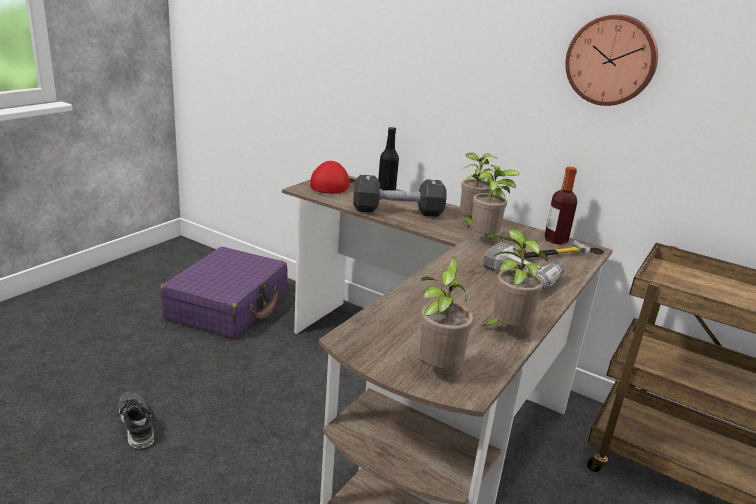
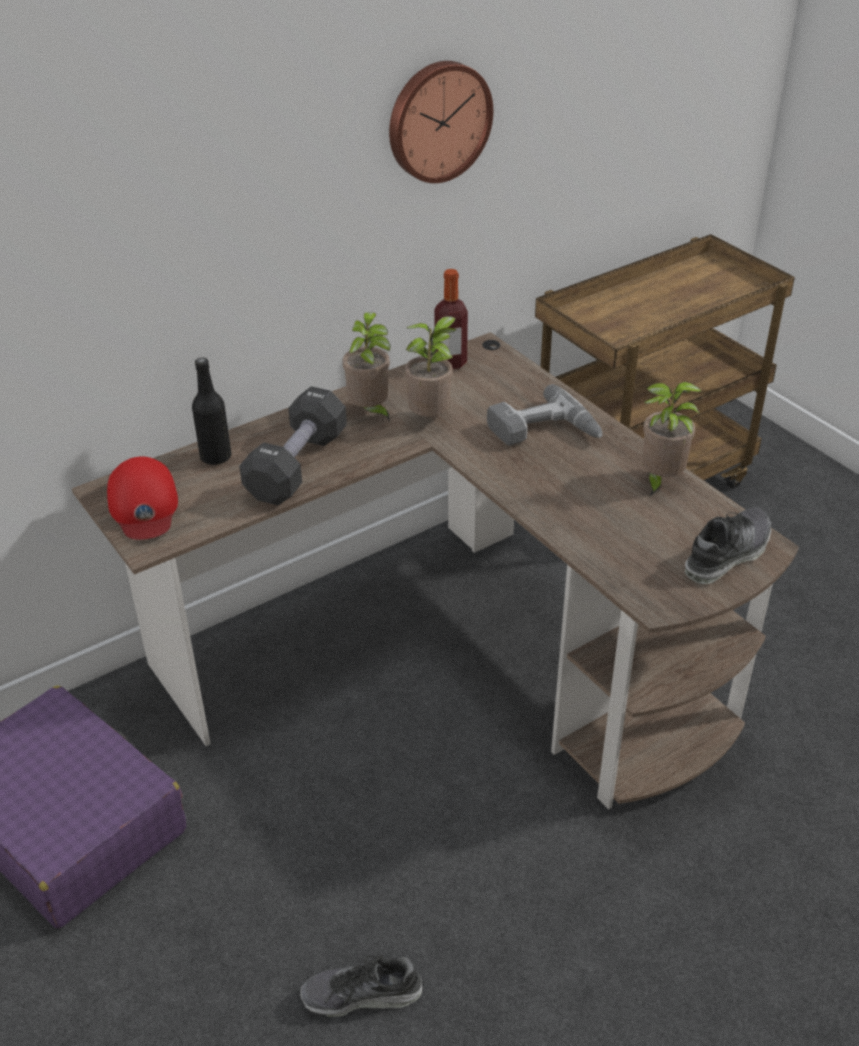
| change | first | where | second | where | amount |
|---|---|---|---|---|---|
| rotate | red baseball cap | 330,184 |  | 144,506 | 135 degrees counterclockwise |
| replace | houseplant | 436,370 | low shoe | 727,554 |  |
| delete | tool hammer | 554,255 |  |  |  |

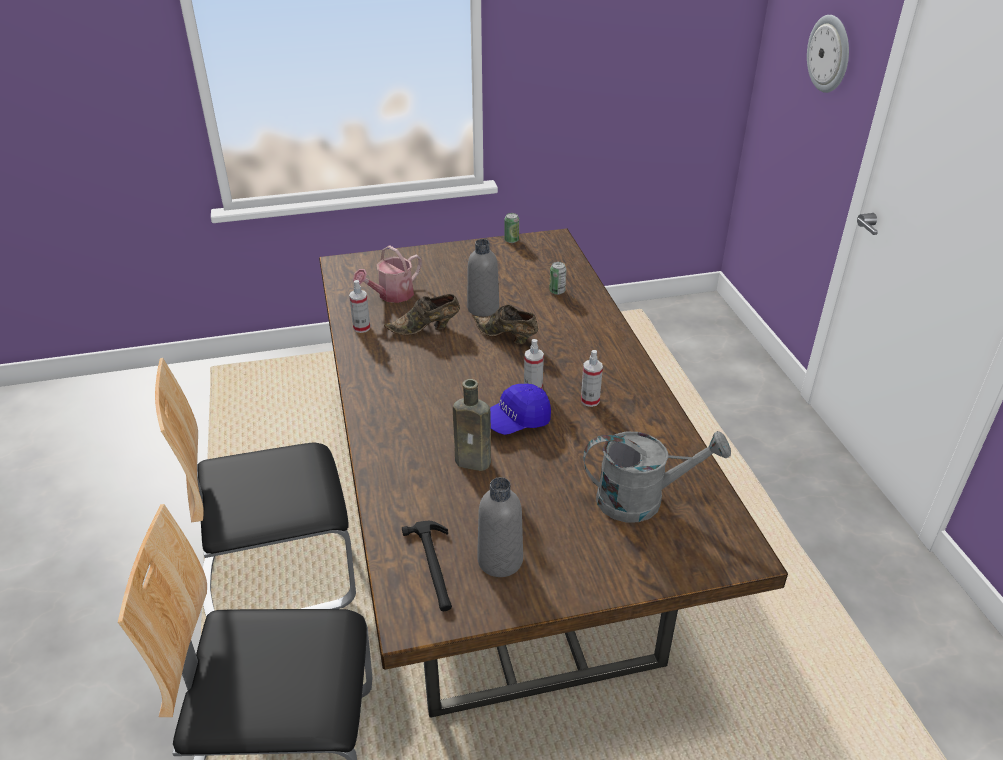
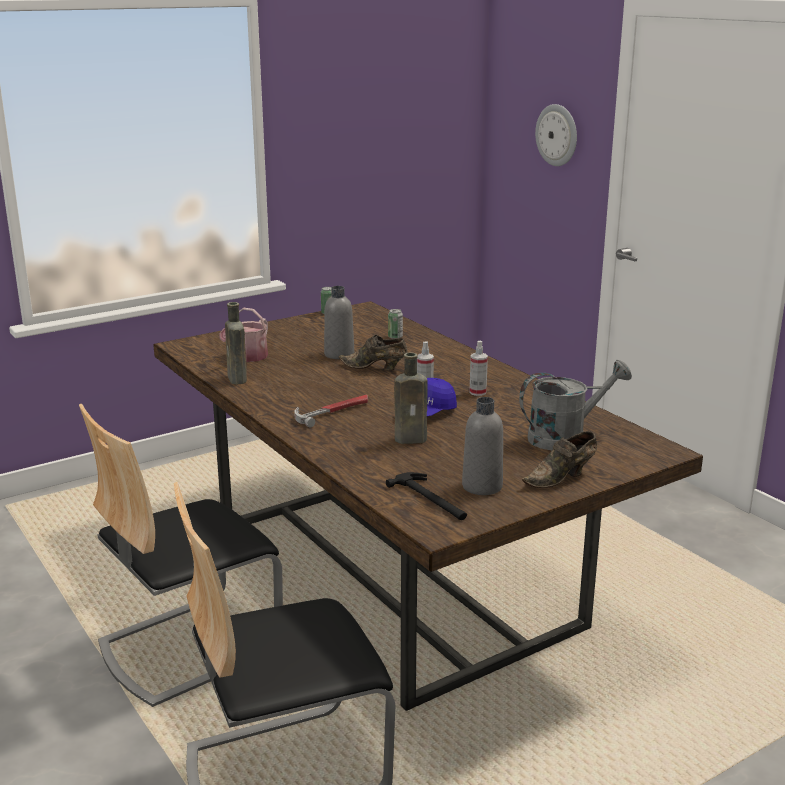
| change | first | where | second | where | amount |
|---|---|---|---|---|---|
| replace | sprayer | 361,328 | brown beverage bottle | 237,380 |  |
| move | brown low shoe | 426,329 |  | 561,478 |  |
| insert |  |  | tool hammer | 332,412 |  |

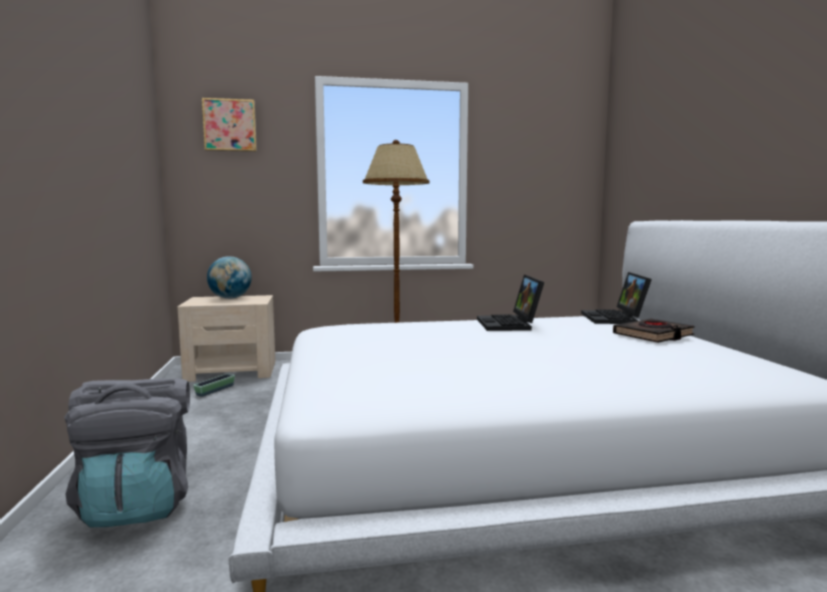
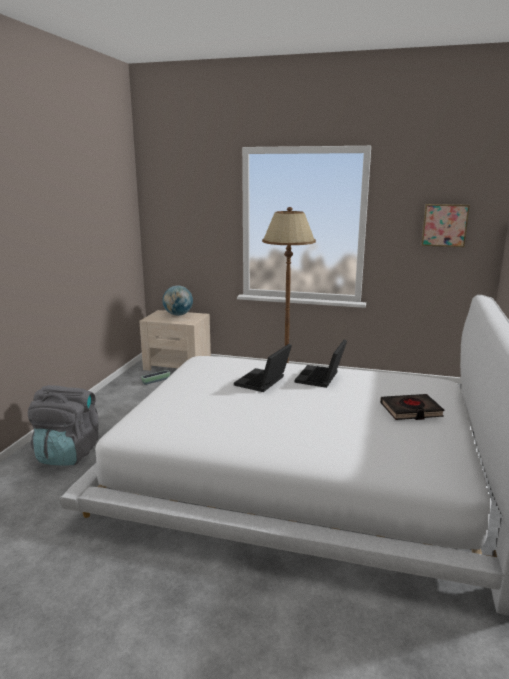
| change | first | where | second | where | amount |
|---|---|---|---|---|---|
| move | picture | 230,125 |  | 444,225 |  |
| move | laptop | 615,319 |  | 263,382 |  |

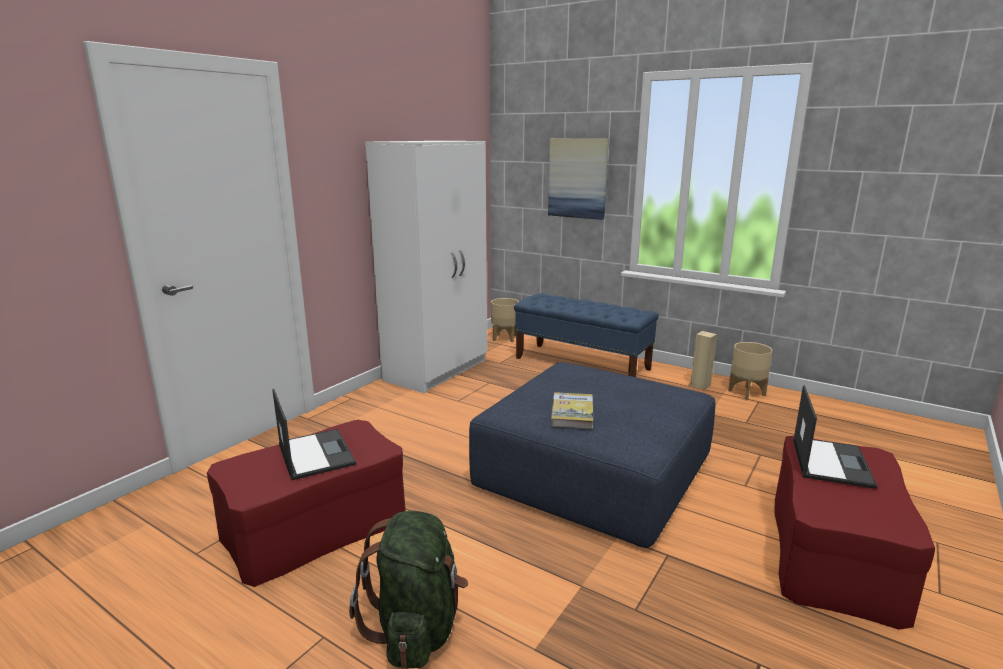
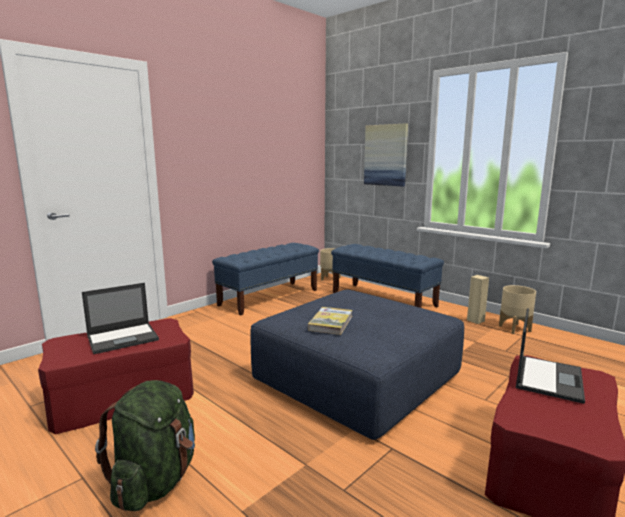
| change | first | where | second | where | amount |
|---|---|---|---|---|---|
| rotate | laptop | 315,454 |  | 123,338 | 75 degrees clockwise |
| replace | white armoire | 438,370 | blue indoor bench | 269,297 |  |

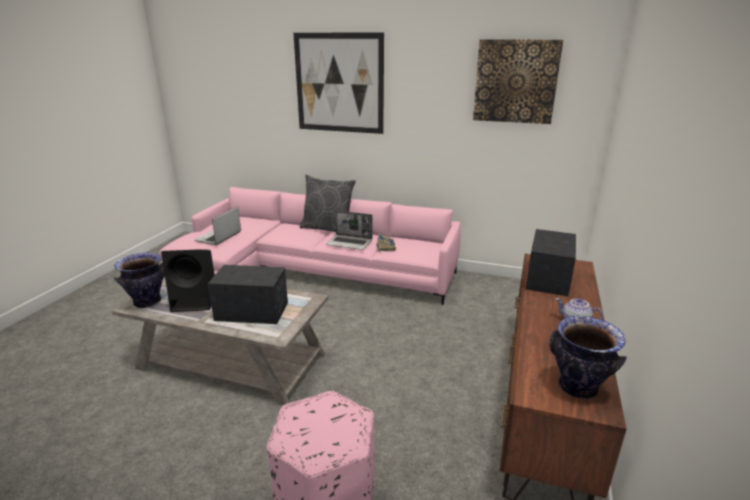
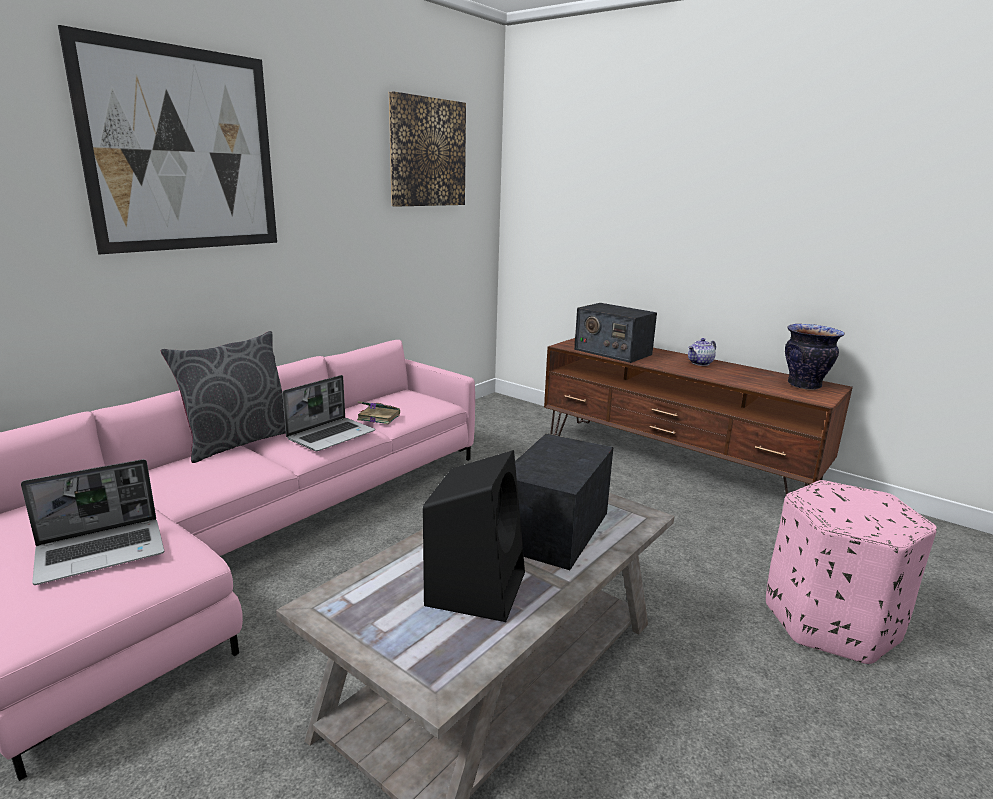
| change | first | where | second | where | amount |
|---|---|---|---|---|---|
| delete | decorative vase | 147,302 |  |  |  |
| rotate | laptop | 218,237 |  | 102,552 | 75 degrees counterclockwise |

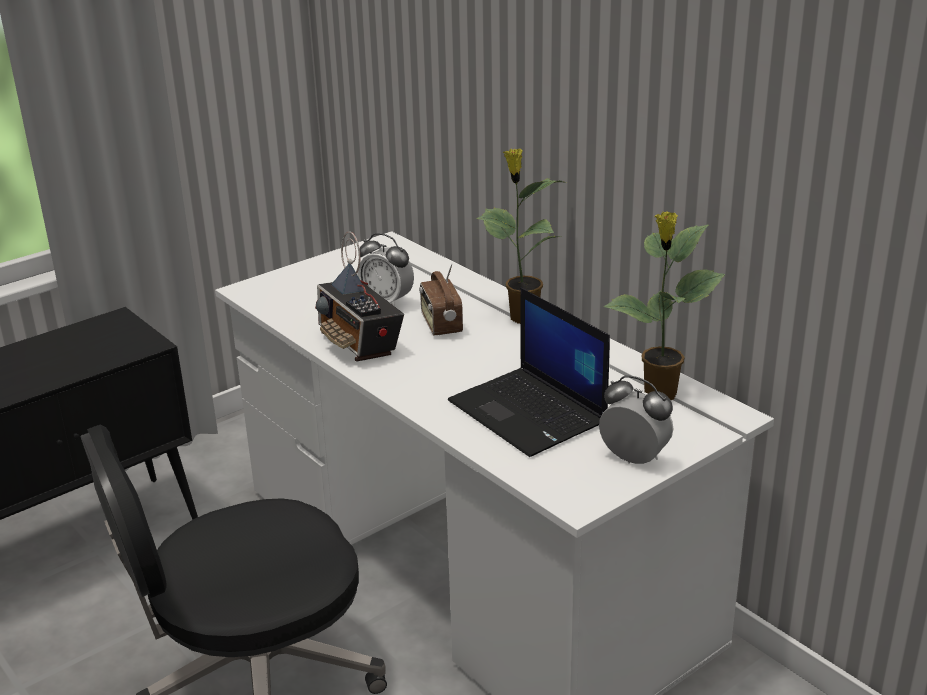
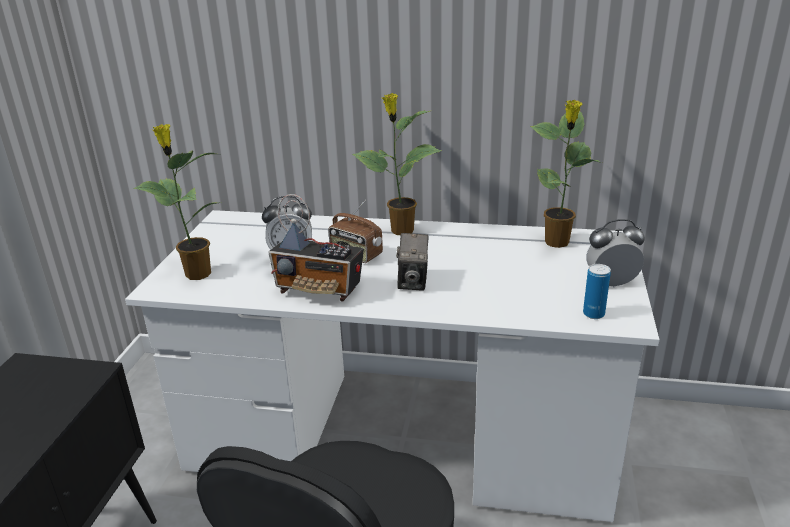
| change | first | where | second | where | amount |
|---|---|---|---|---|---|
| delete | laptop | 530,412 |  |  |  |
| insert |  |  | houseplant | 196,273 |  |
| insert |  |  | still camera | 413,282 |  |
| insert |  |  | can | 593,314 |  |

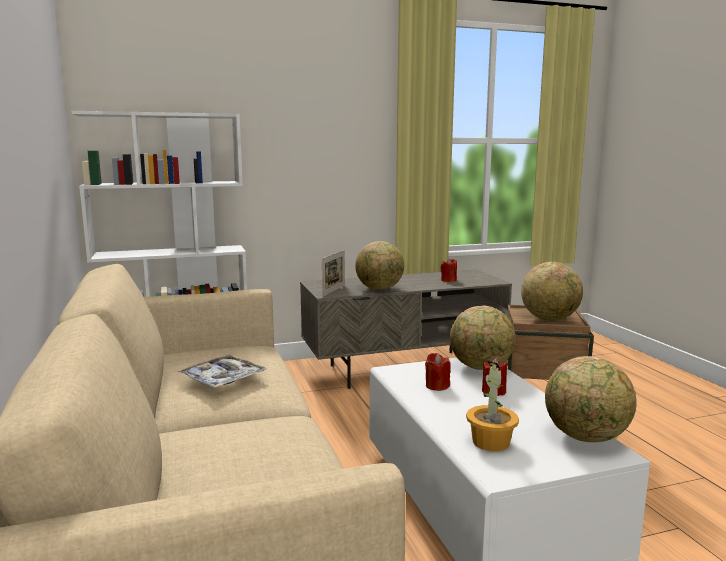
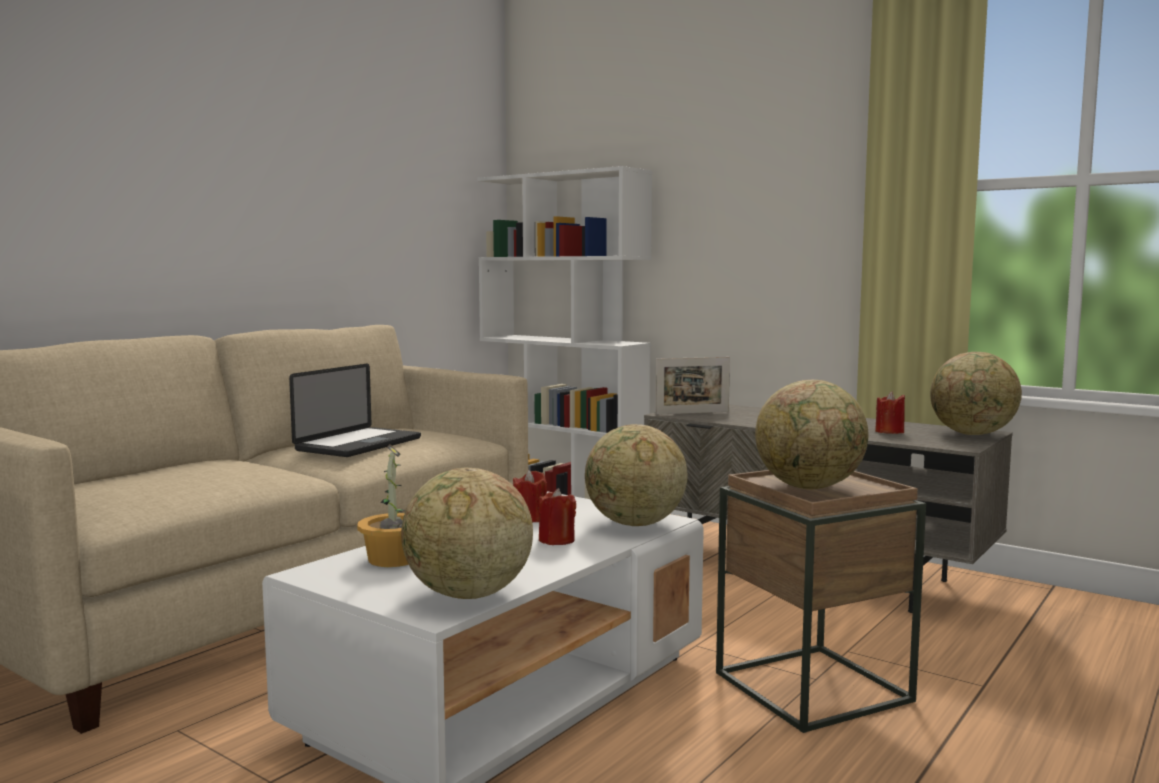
| change | first | where | second | where | amount |
|---|---|---|---|---|---|
| replace | serving tray | 223,379 | laptop | 359,444 |  |
| move | desk globe | 379,289 |  | 973,434 |  |

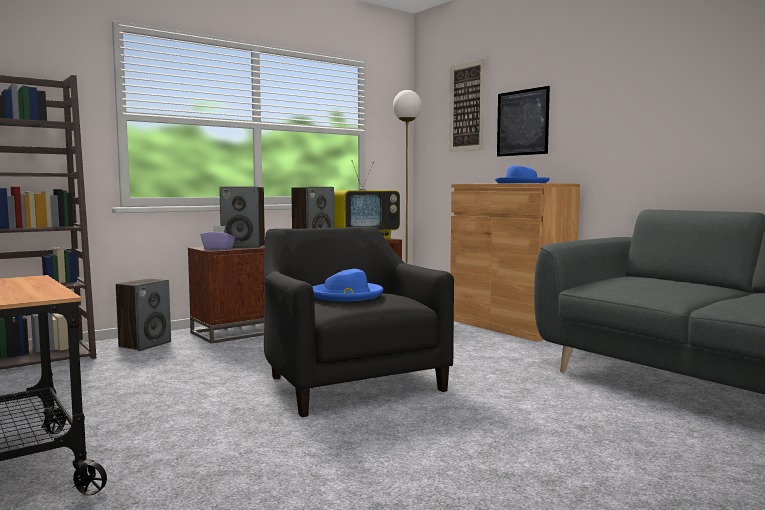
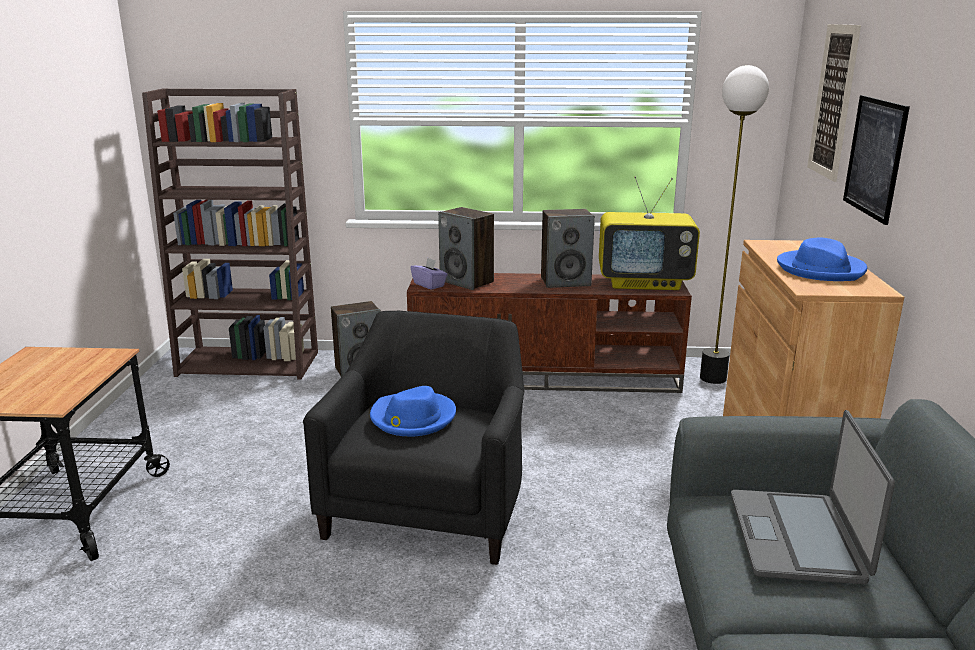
| change | first | where | second | where | amount |
|---|---|---|---|---|---|
| insert |  |  | laptop | 798,537 |  |

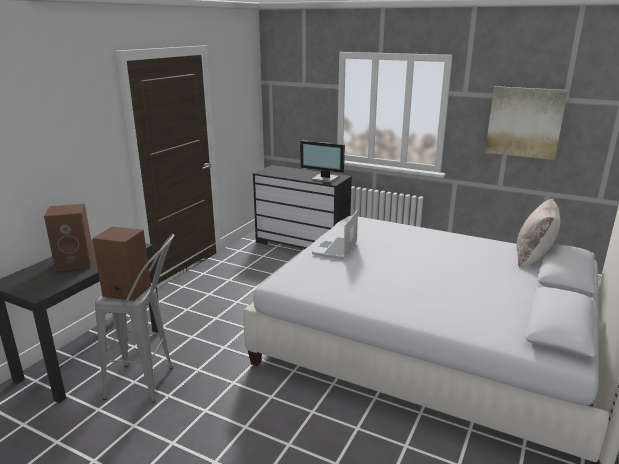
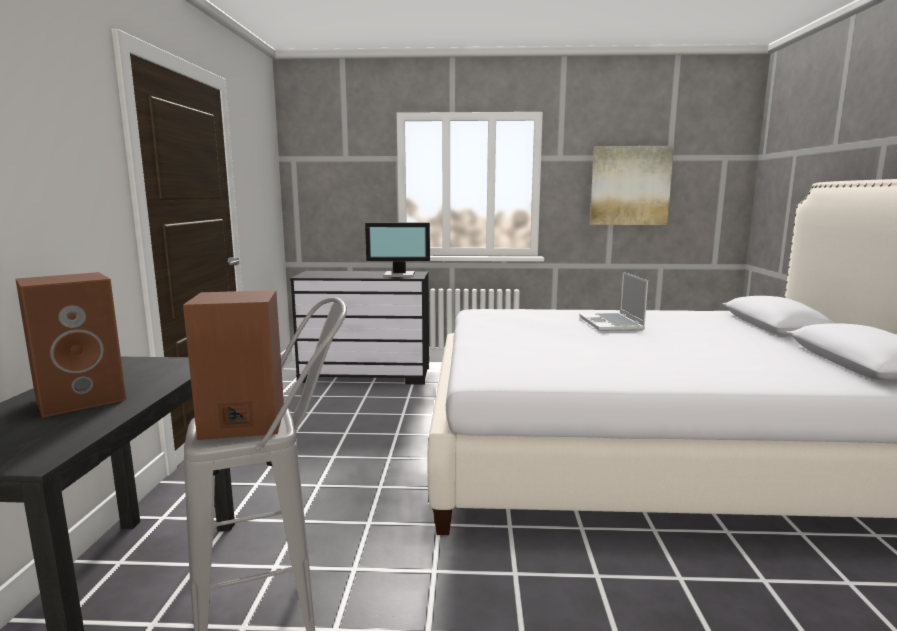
| change | first | where | second | where | amount |
|---|---|---|---|---|---|
| move | laptop | 335,249 |  | 612,324 |  |
| delete | sand-coloured pillow | 533,258 |  |  |  |

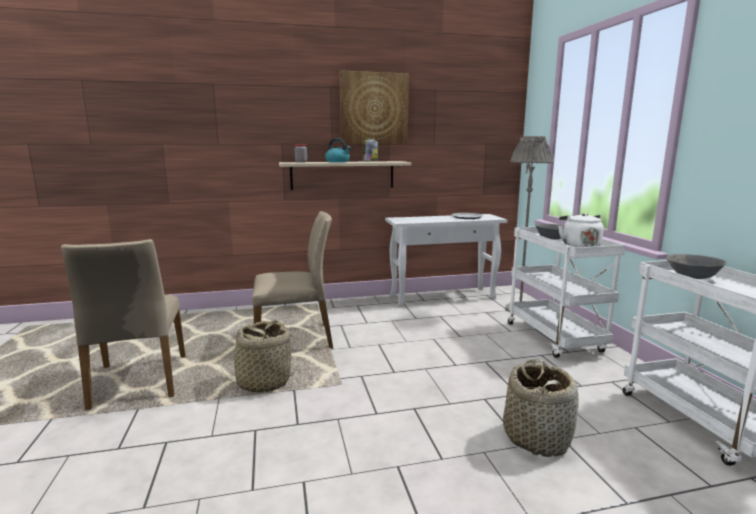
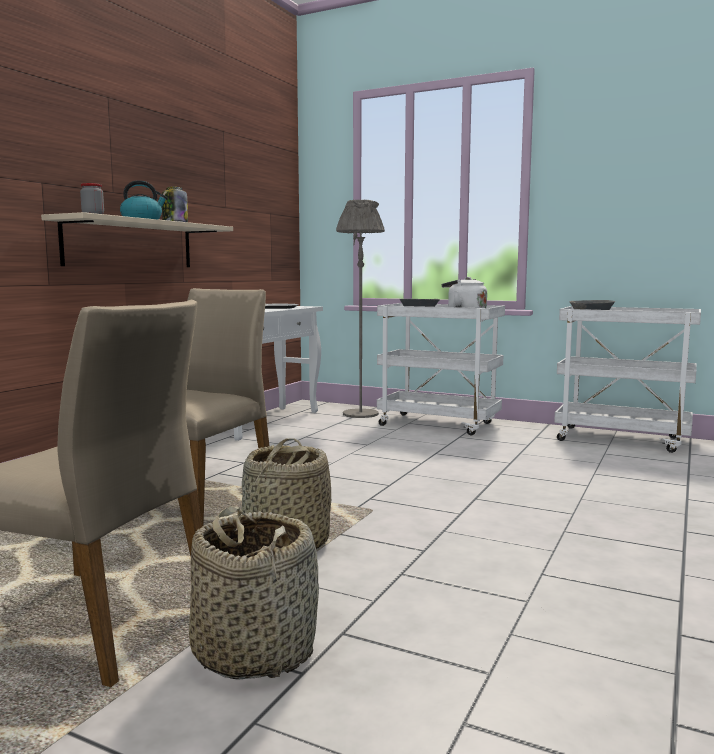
| change | first | where | second | where | amount |
|---|---|---|---|---|---|
| delete | picture | 374,109 |  |  |  |
| move | household basket | 537,437 |  | 254,650 |  |

